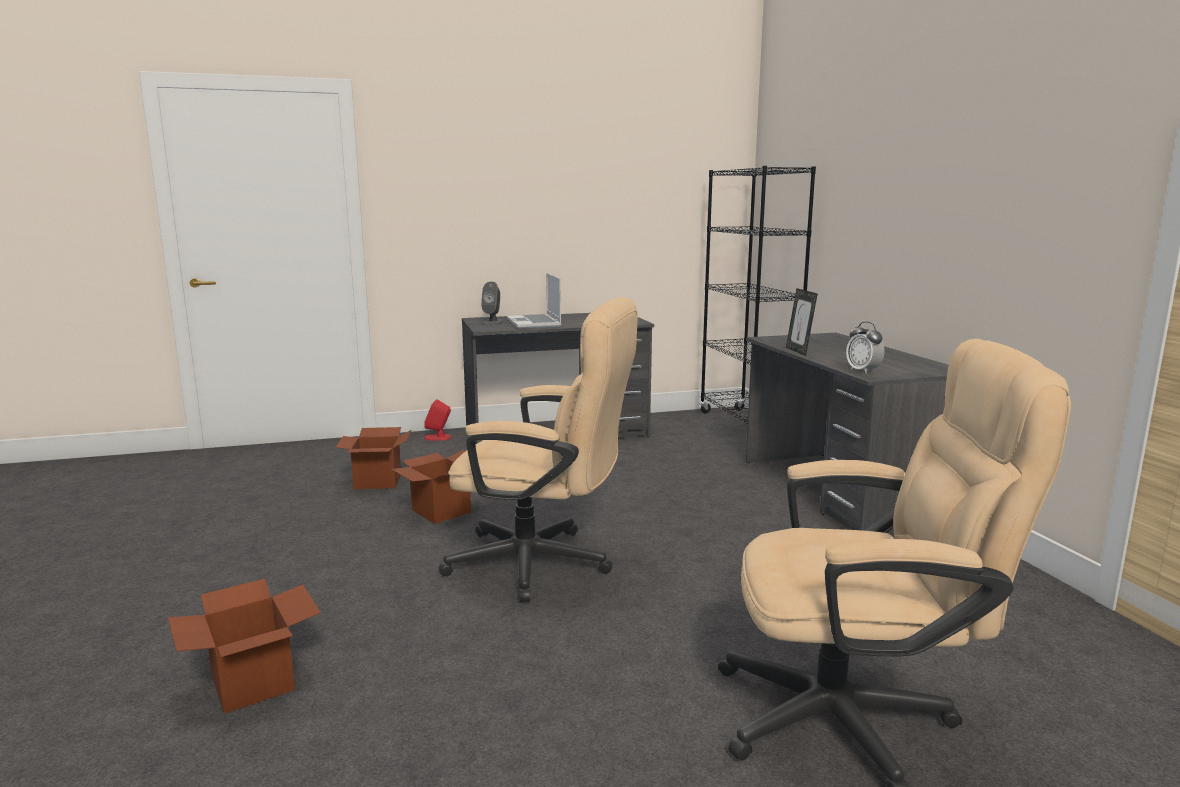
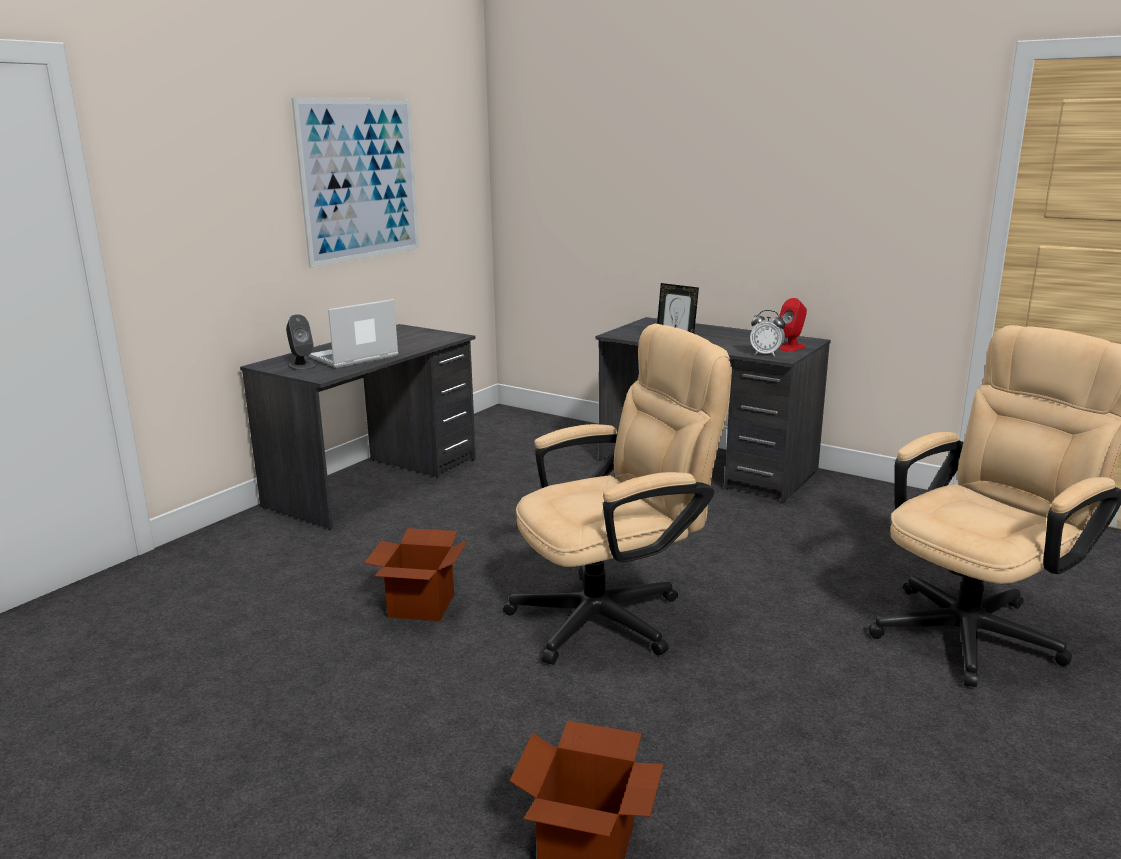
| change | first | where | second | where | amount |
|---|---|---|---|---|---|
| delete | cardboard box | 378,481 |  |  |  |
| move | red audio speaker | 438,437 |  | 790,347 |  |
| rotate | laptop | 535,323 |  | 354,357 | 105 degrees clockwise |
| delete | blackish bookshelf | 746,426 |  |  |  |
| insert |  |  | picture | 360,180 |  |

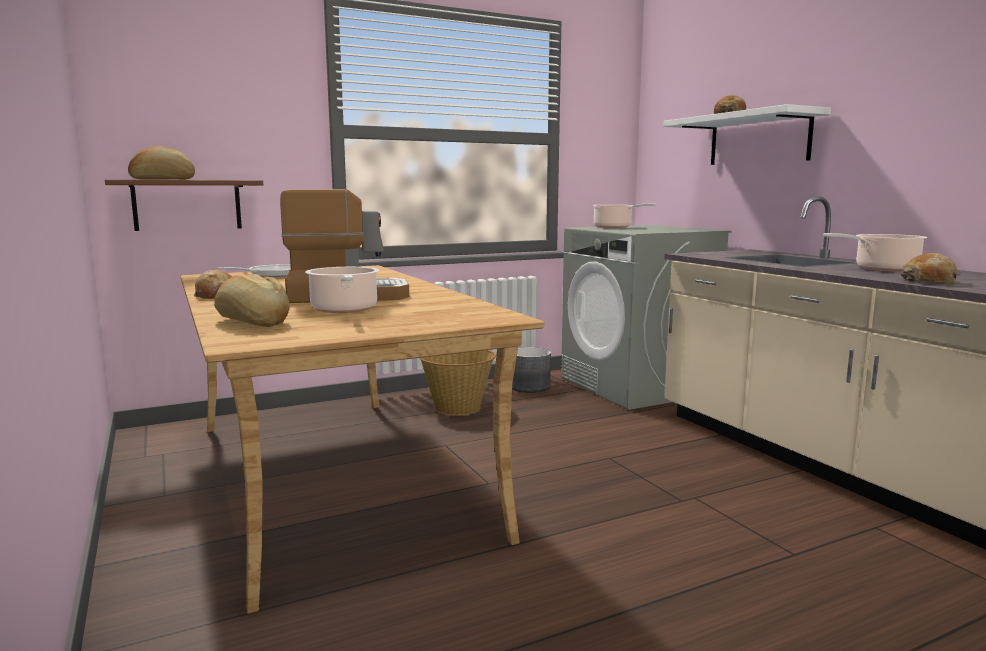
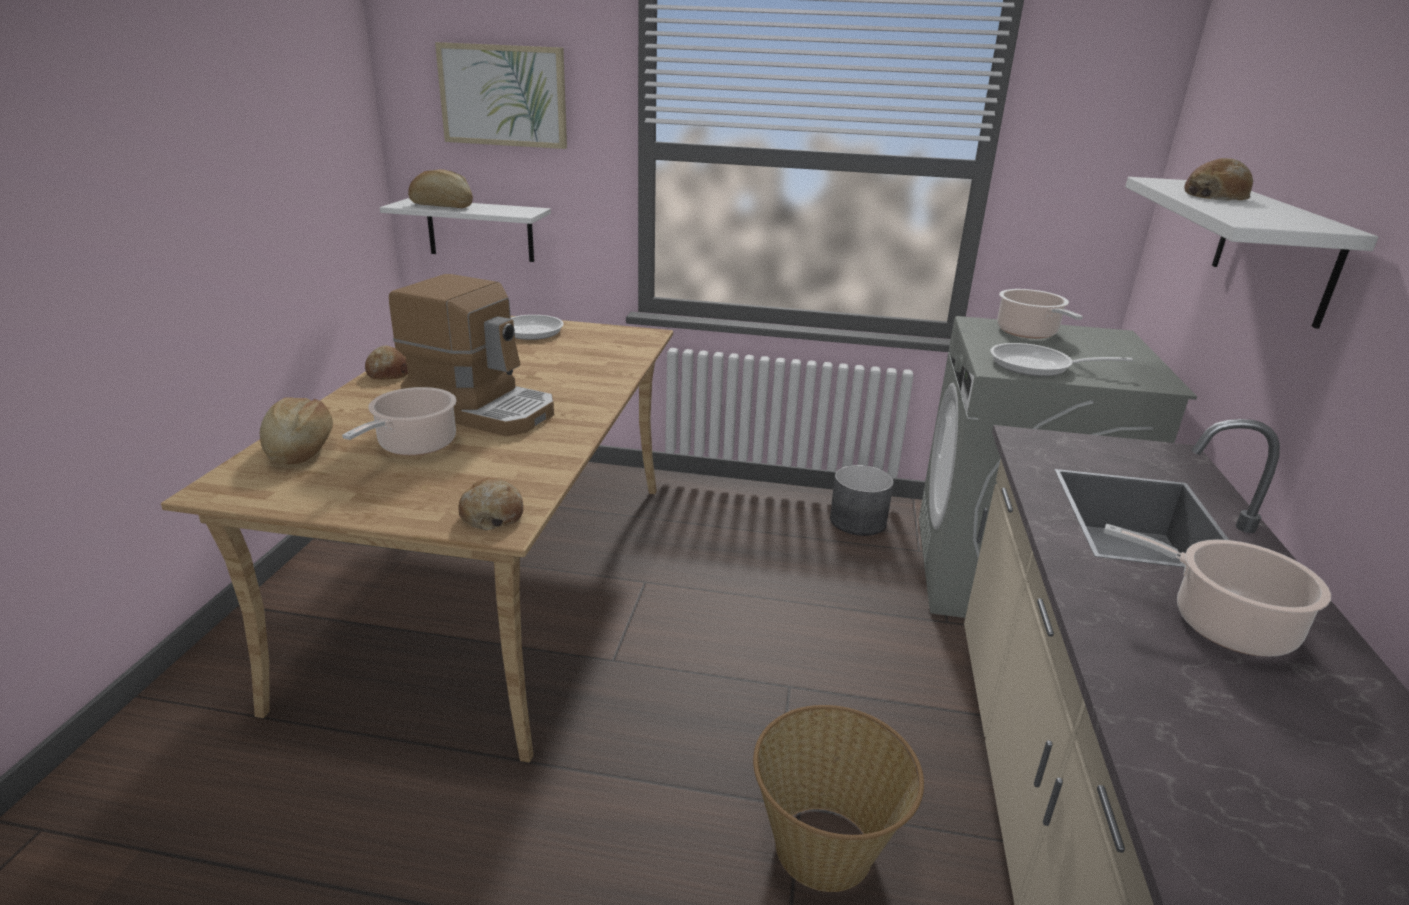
| change | first | where | second | where | amount |
|---|---|---|---|---|---|
| recolor | brown shelf | 187,205 | white shelf | 480,230 |  |
| move | household basket | 458,407 |  | 825,847 |  |
| move | baked bread | 929,281 |  | 492,515 |  |
| insert |  |  | picture | 503,96 |  |
| insert |  |  | pan | 1038,366 |  |

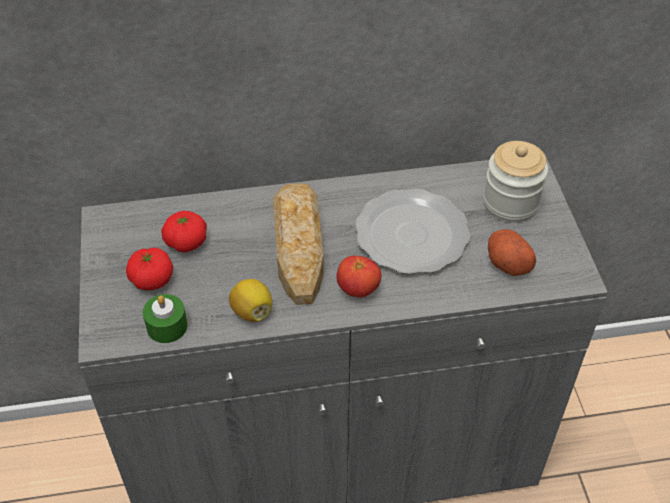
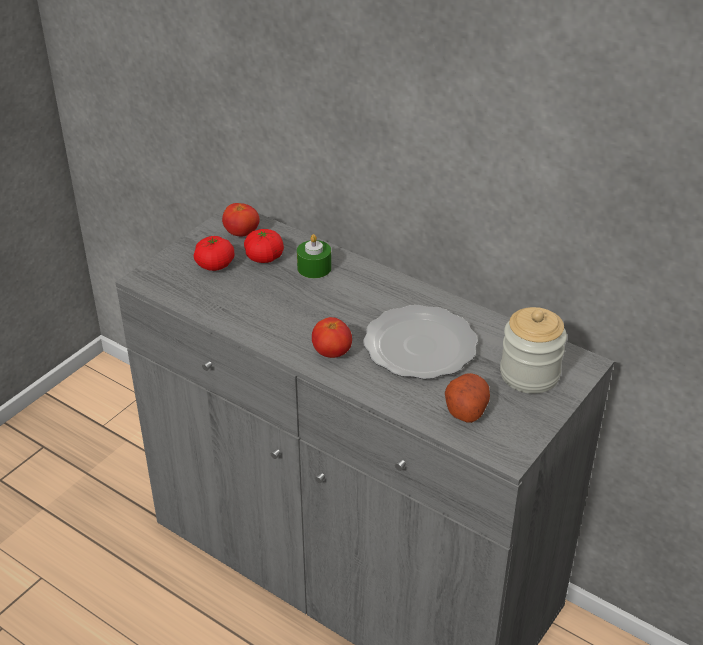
| change | first | where | second | where | amount |
|---|---|---|---|---|---|
| move | green wax candle | 167,326 |  | 314,268 |  |
| delete | whole lemon | 252,311 |  |  |  |
| delete | baked bread | 298,247 |  |  |  |
| insert |  |  | fresh tomato | 241,234 |  |

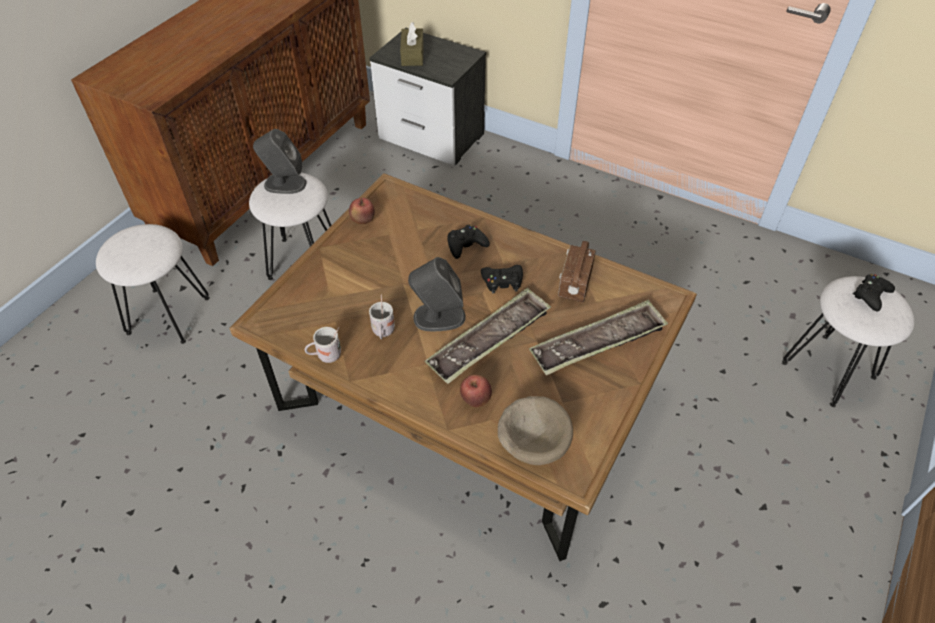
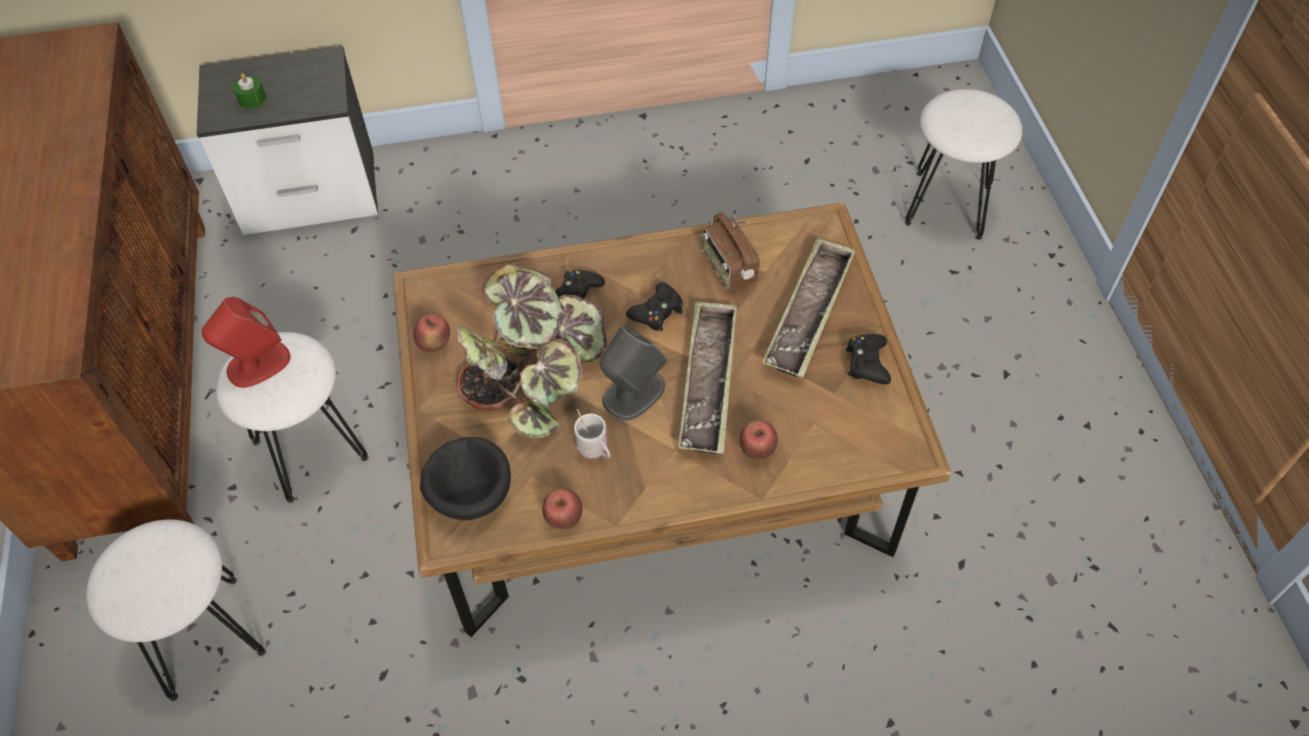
| change | first | where | second | where | amount |
|---|---|---|---|---|---|
| recolor | greyish audio speaker | 284,184 | red audio speaker | 257,364 |  |
| replace | white mug | 326,356 | apple | 564,519 |  |
| replace | brown tissue box | 412,55 | green wax candle | 252,99 |  |
| delete | sand-coloured bowl | 533,442 |  |  |  |
| move | blackish joypad | 871,295 |  | 867,363 |  |
| insert |  |  | blackish bowl | 470,492 |  |
| insert |  |  | houseplant | 534,379 |  |

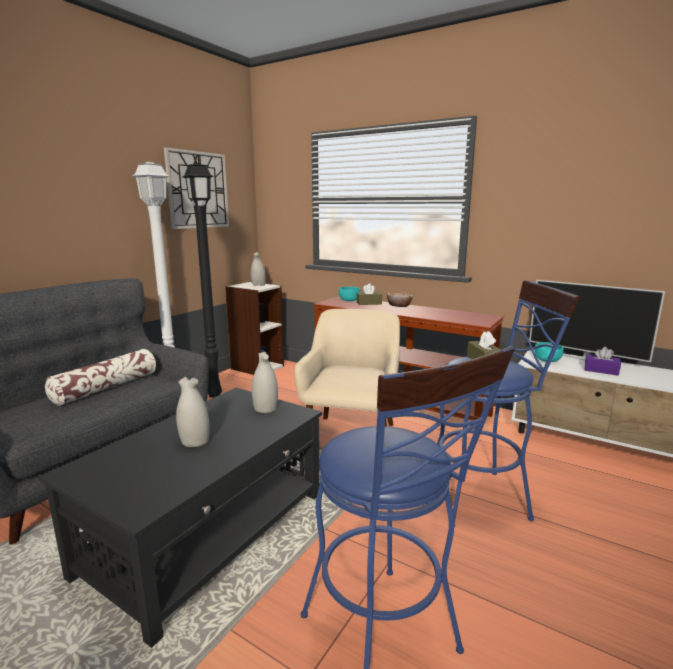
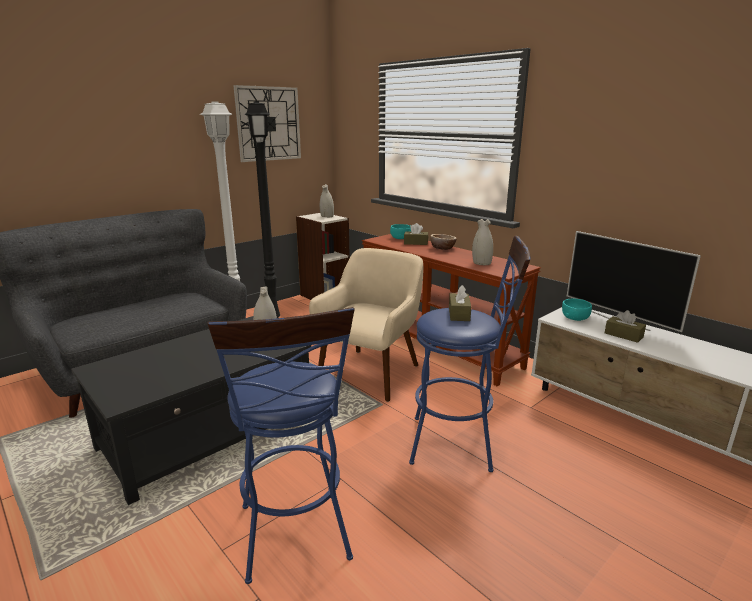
| change | first | where | second | where | amount |
|---|---|---|---|---|---|
| delete | pillow | 107,388 |  |  |  |
| move | white decorative vase | 194,441 |  | 481,263 |  |
| recolor | purple tissue box | 601,370 | brown tissue box | 623,335 |  |

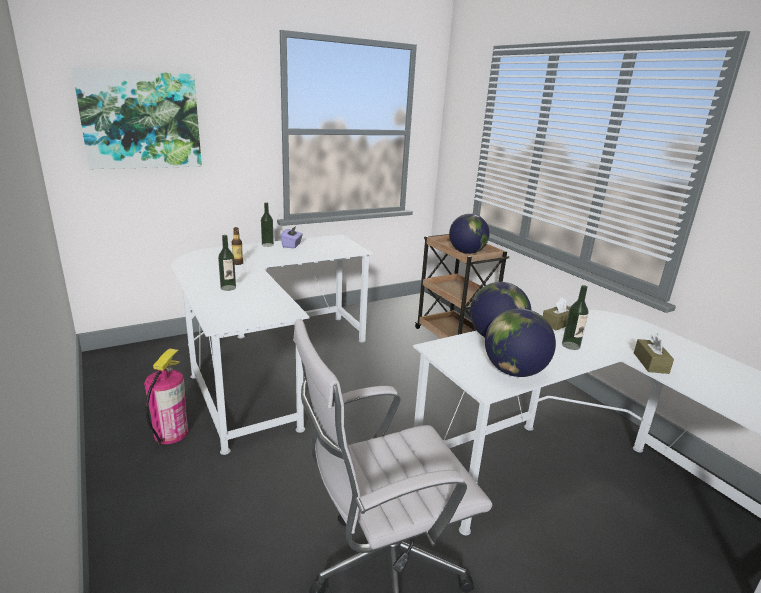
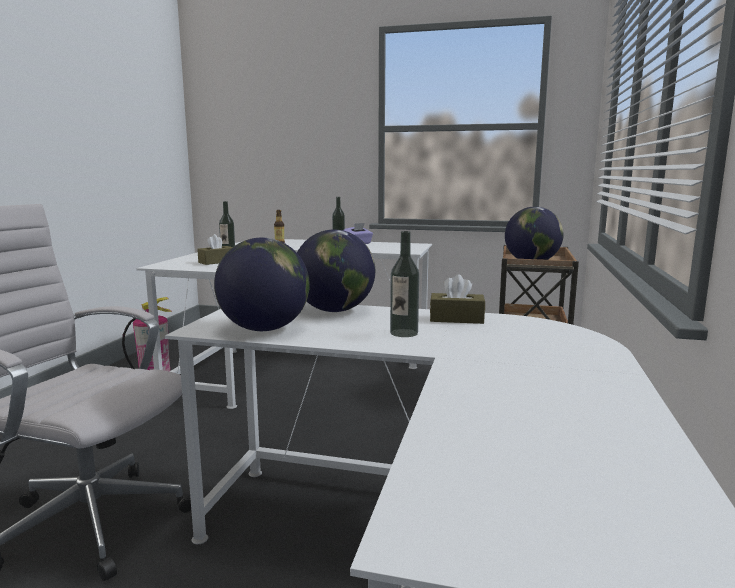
| change | first | where | second | where | amount |
|---|---|---|---|---|---|
| delete | picture | 141,120 |  |  |  |
| move | brown tissue box | 650,363 |  | 217,262 |  |

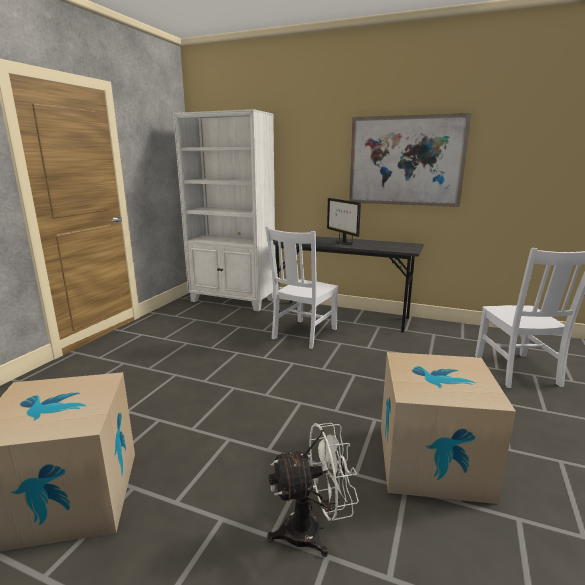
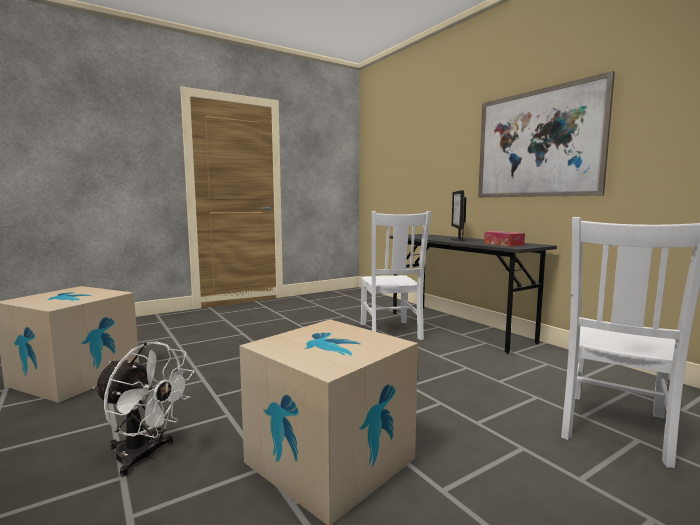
| change | first | where | second | where | amount |
|---|---|---|---|---|---|
| delete | white bookshelf | 233,300 |  |  |  |
| rotate | white chair | 303,334 |  | 390,332 | 75 degrees counterclockwise |
| insert |  |  | tissue box | 503,244 |  |

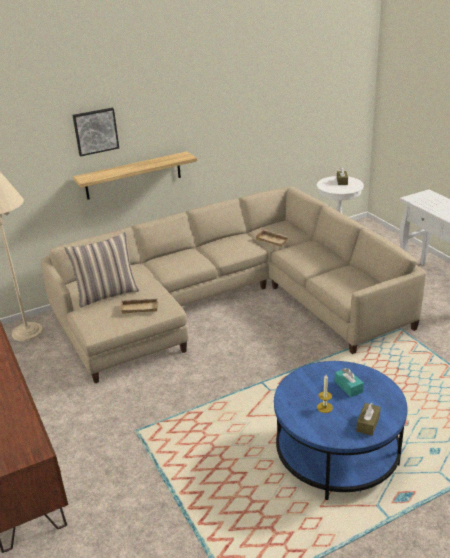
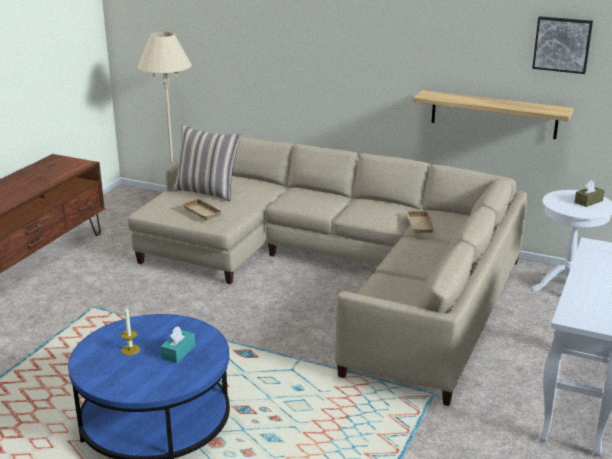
| change | first | where | second | where | amount |
|---|---|---|---|---|---|
| move | picture | 95,131 |  | 562,44 |  |
| move | shelf | 133,175 |  | 493,114 |  |
| delete | brown tissue box | 368,424 |  |  |  |

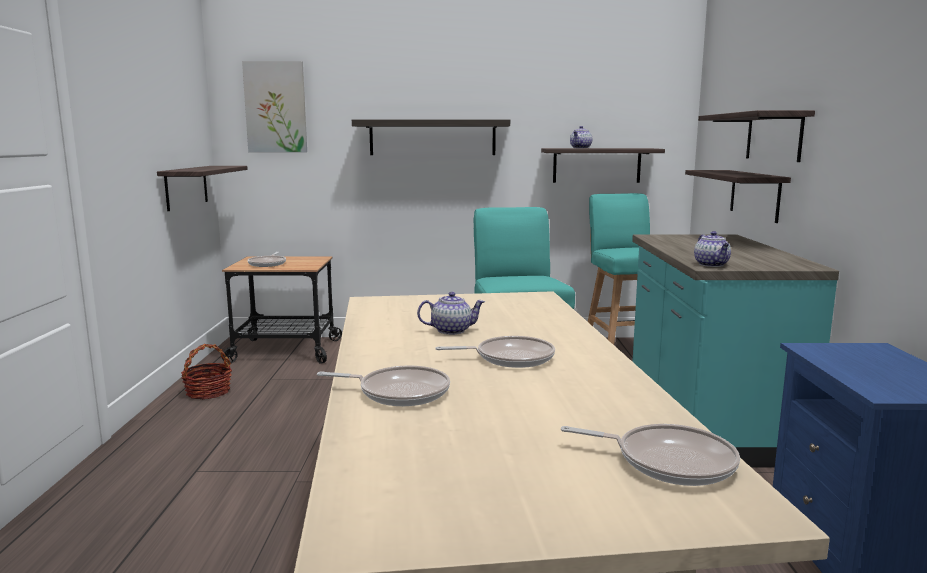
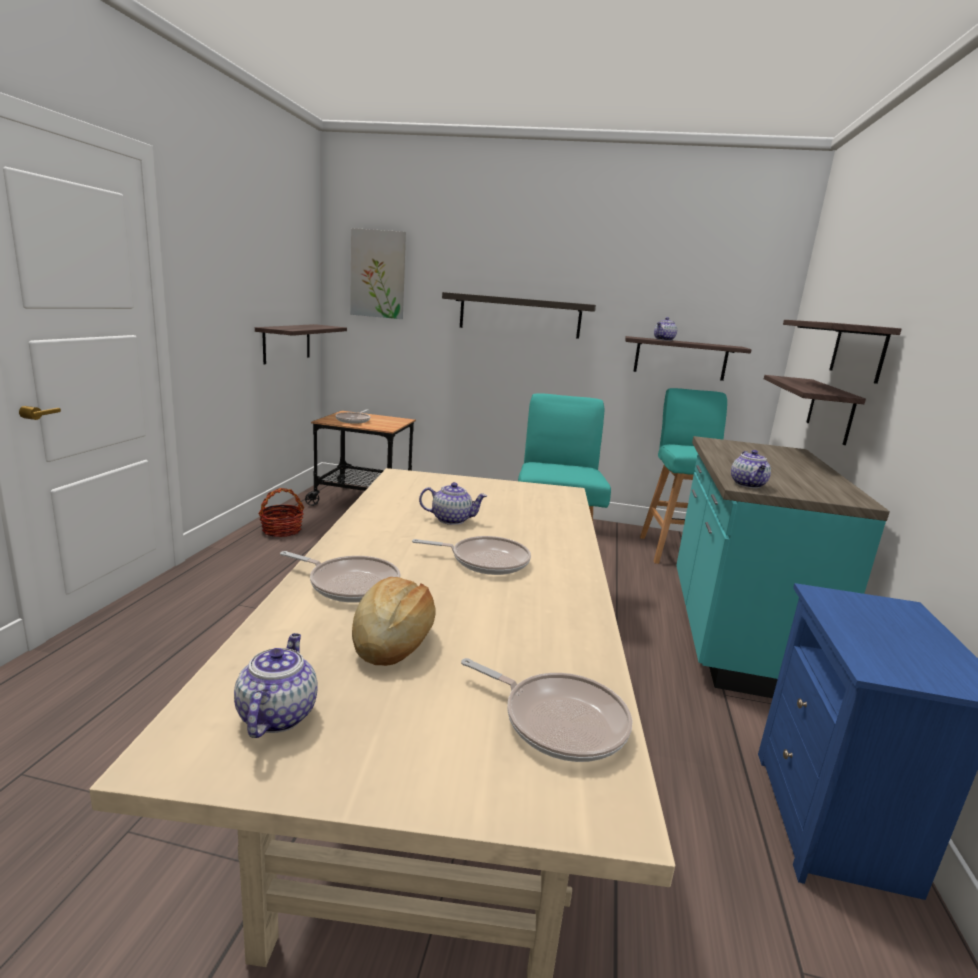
| change | first | where | second | where | amount |
|---|---|---|---|---|---|
| insert |  |  | teapot | 277,714 |  |
| insert |  |  | baked bread | 392,640 |  |

